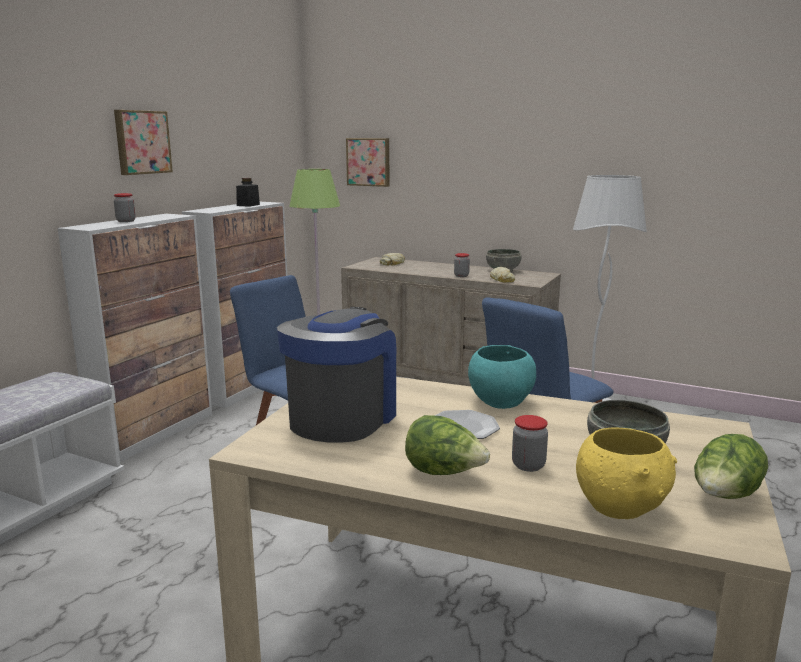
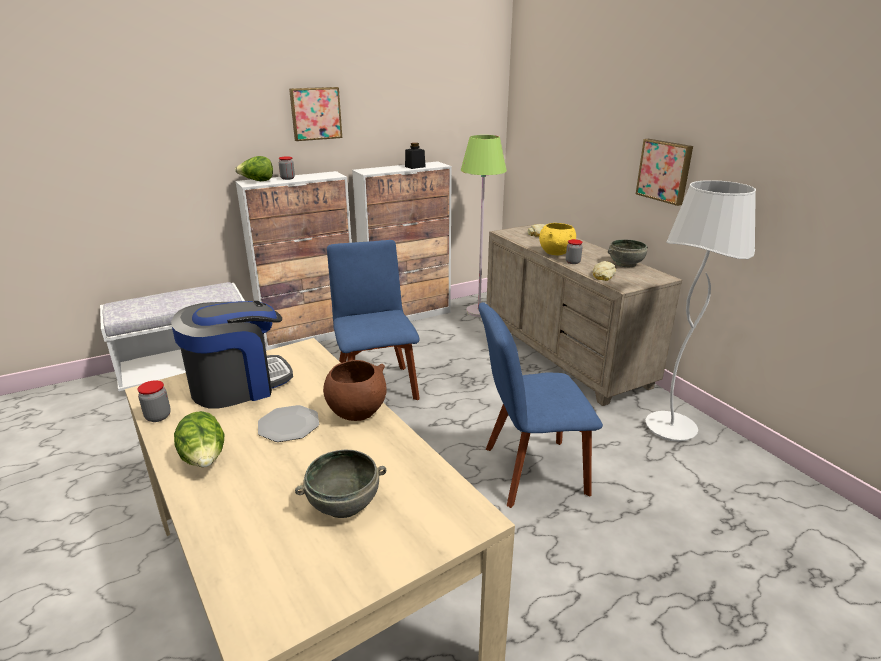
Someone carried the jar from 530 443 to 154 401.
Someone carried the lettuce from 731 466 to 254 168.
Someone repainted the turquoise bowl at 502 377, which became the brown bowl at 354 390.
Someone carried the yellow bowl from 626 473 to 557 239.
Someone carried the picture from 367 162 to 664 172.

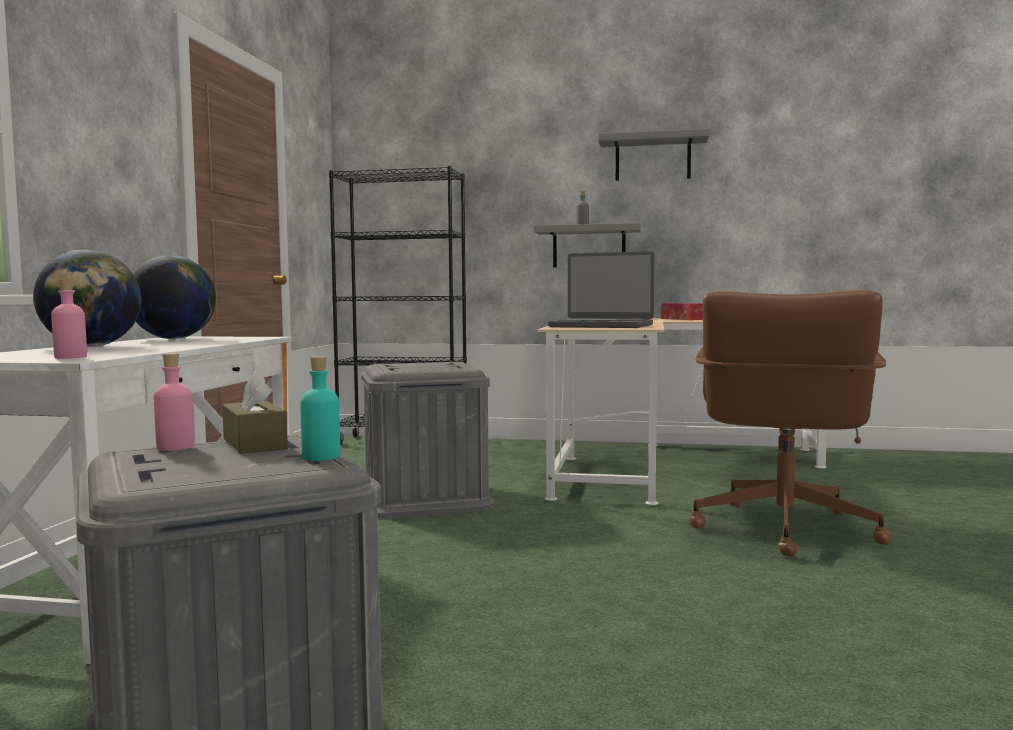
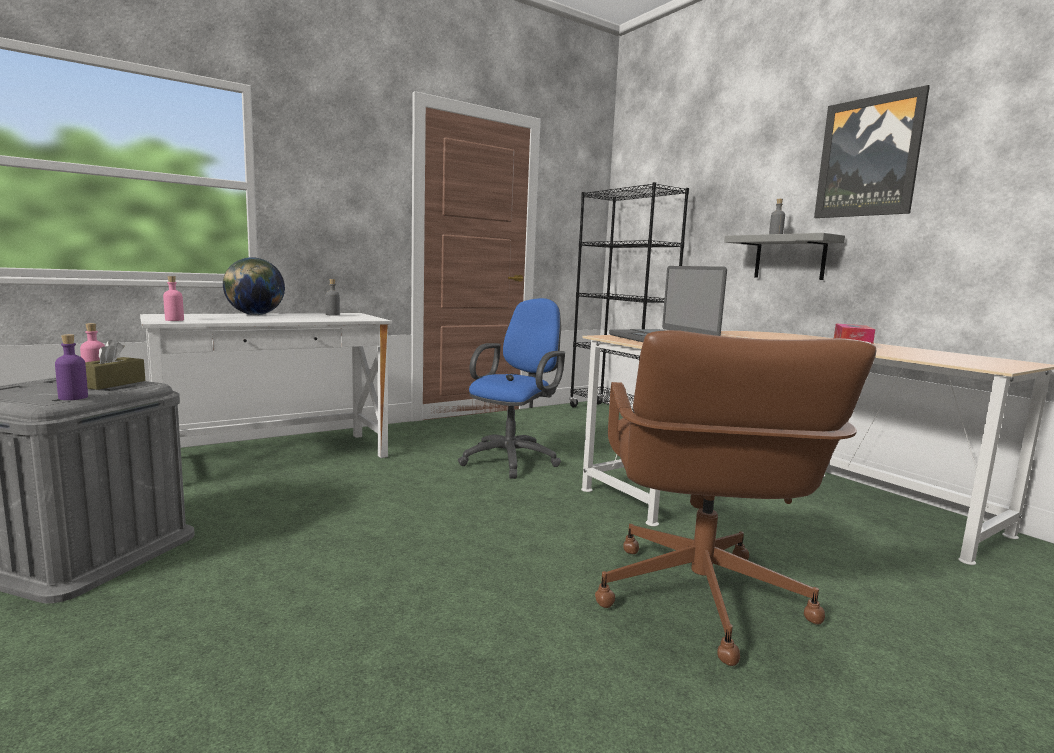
Someone repainted the turquoise bottle at 320 408, which became the purple bottle at 71 367.
Someone swapped the globe at 174 297 for the grey bottle at 332 297.
Someone swapped the grey storage box at 427 440 for the blue office chair at 511 388.
Someone rotated the brown office chair at 790 423 by 60 degrees counterclockwise.
Someone swapped the grey shelf at 653 155 for the picture at 872 151.

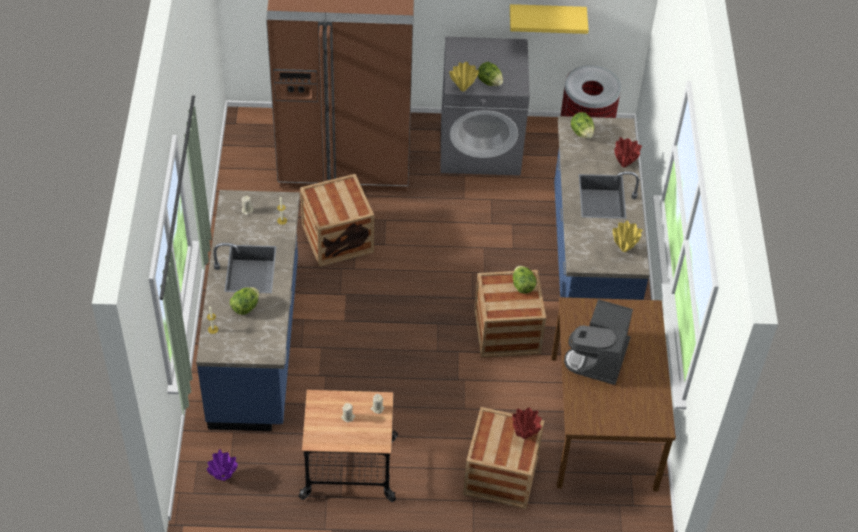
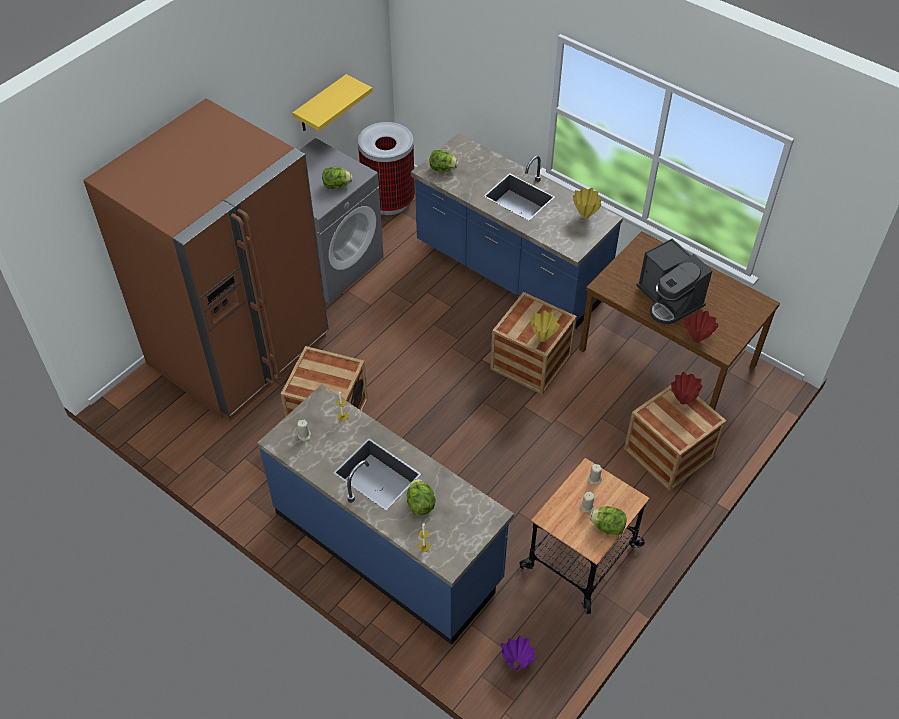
Someone carried the yellow vase from 464 76 to 545 326.
Someone carried the lettuce from 525 280 to 608 520.
Someone carried the red vase from 628 152 to 701 326.

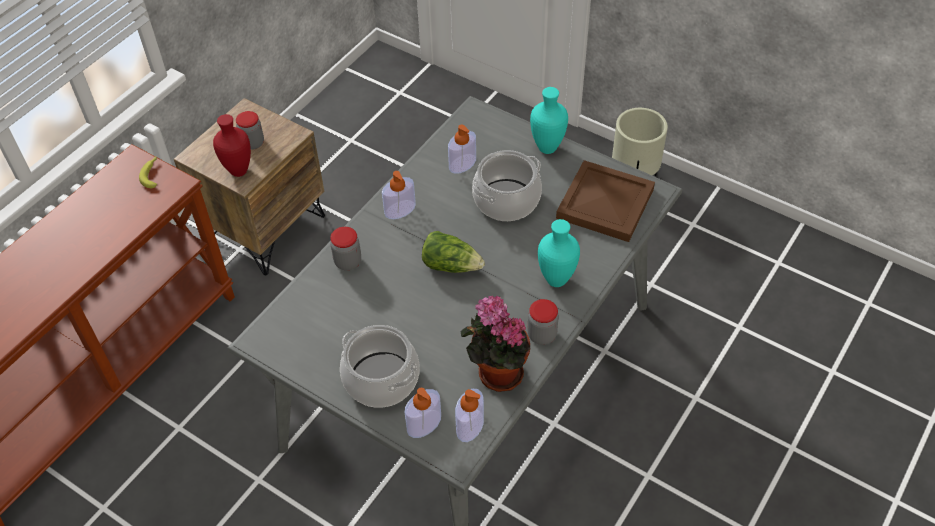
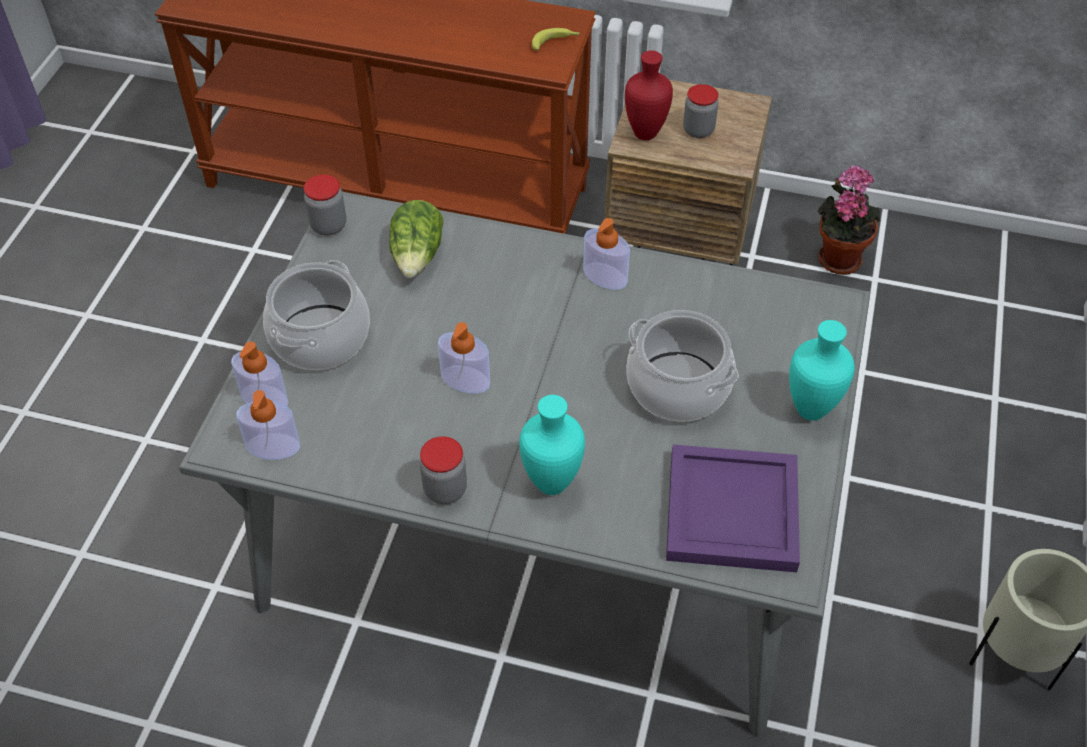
Someone carried the jar from 345 248 to 325 205.
Someone carried the lettuce from 453 252 to 416 239.
Someone carried the soap dispenser from 462 149 to 464 358.
Someone repainted the brown tray at 605 201, which became the purple tray at 733 508.
Someone carried the potted plant from 495 344 to 848 220.

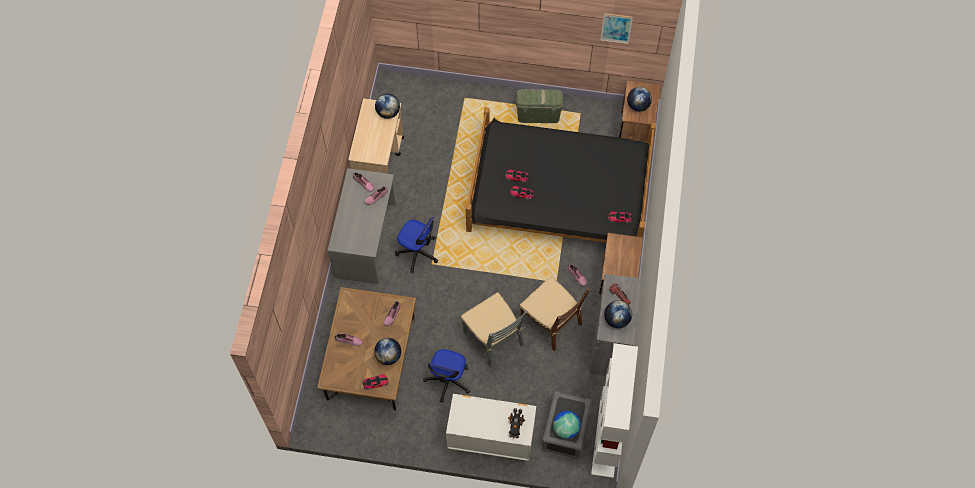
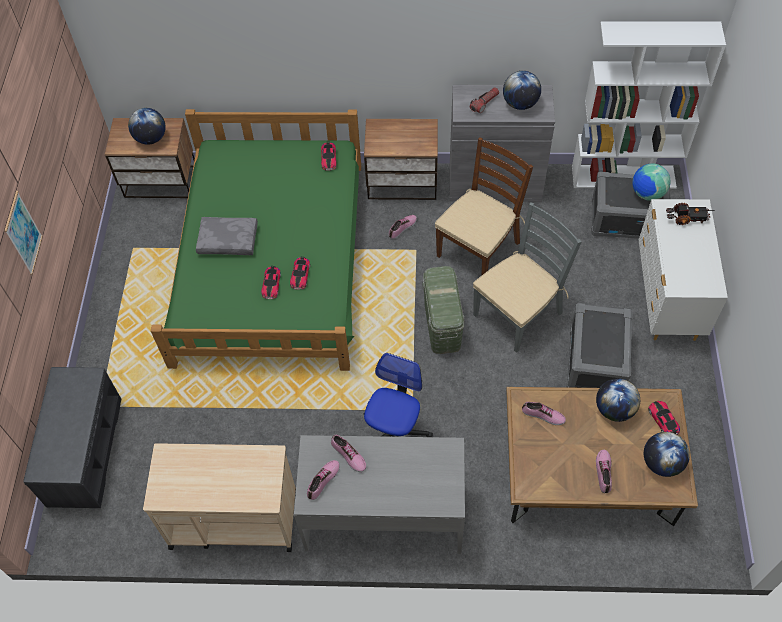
Someone carried the picture from 616 28 to 23 233.
Someone put down the grey bench at 72 437.
Someone repainted the black bed at 561 175, which became the green bed at 256 240.
Someone put down the grey pillow at 227 236.
Someone carried the green storage box from 540 106 to 443 310.
Someone swapped the office chair at 446 376 for the grey storage box at 600 345.
Someone carried the globe from 387 106 to 667 454.

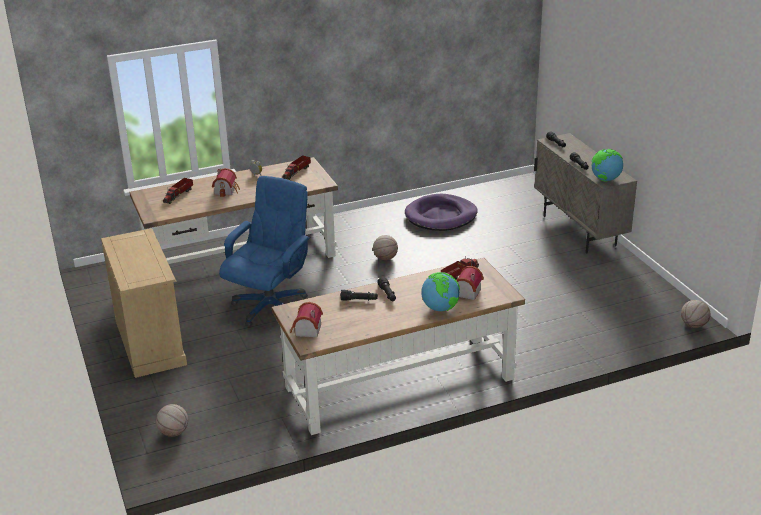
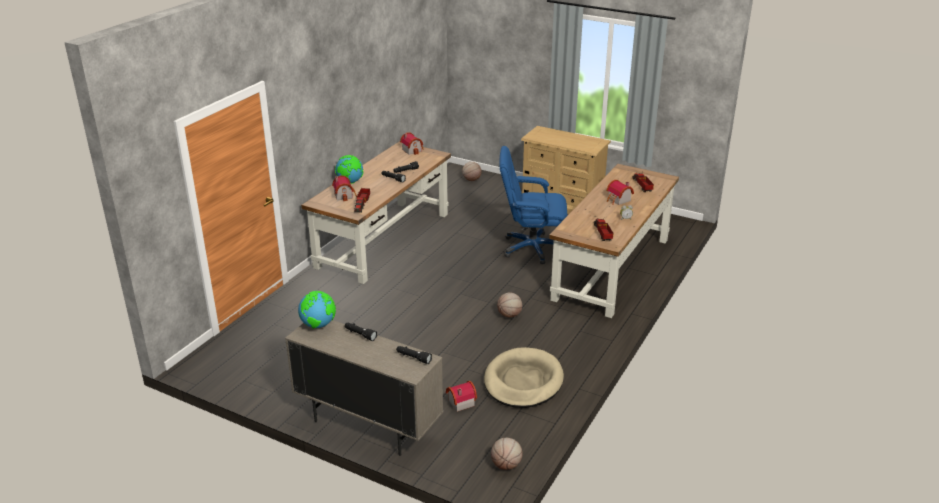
Someone put down the toy house at 461 396.
Someone repainted the purple dog bed at 441 212, which became the beige dog bed at 524 377.
Someone carried the basketball from 695 314 to 507 454.
Someone rotated the blue office chair at 264 251 by 105 degrees clockwise.

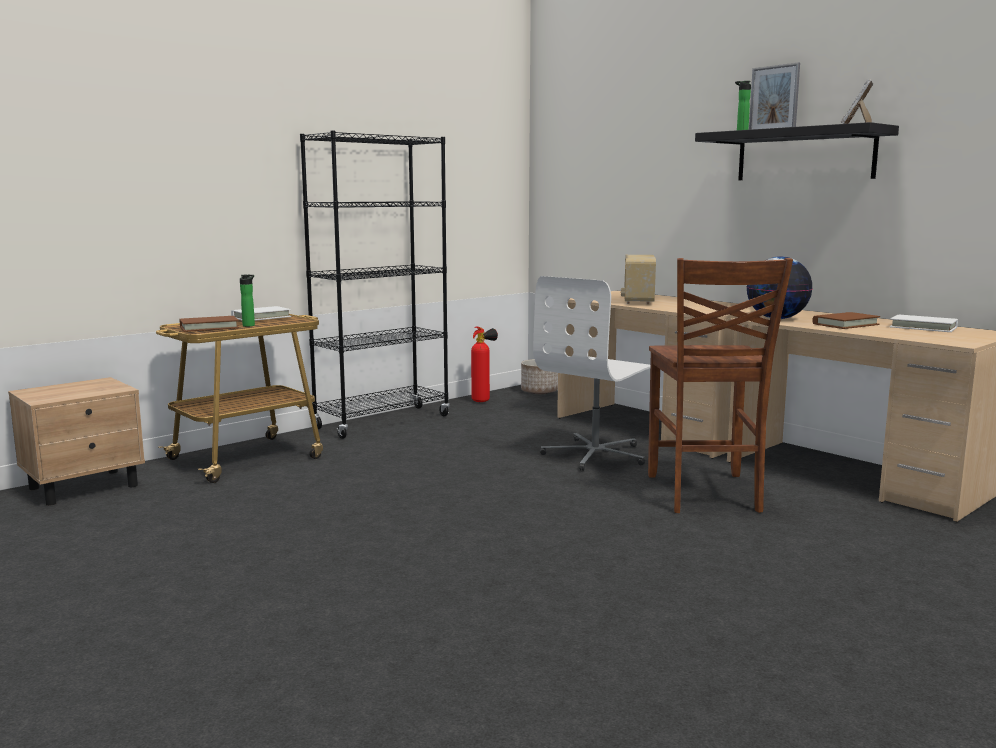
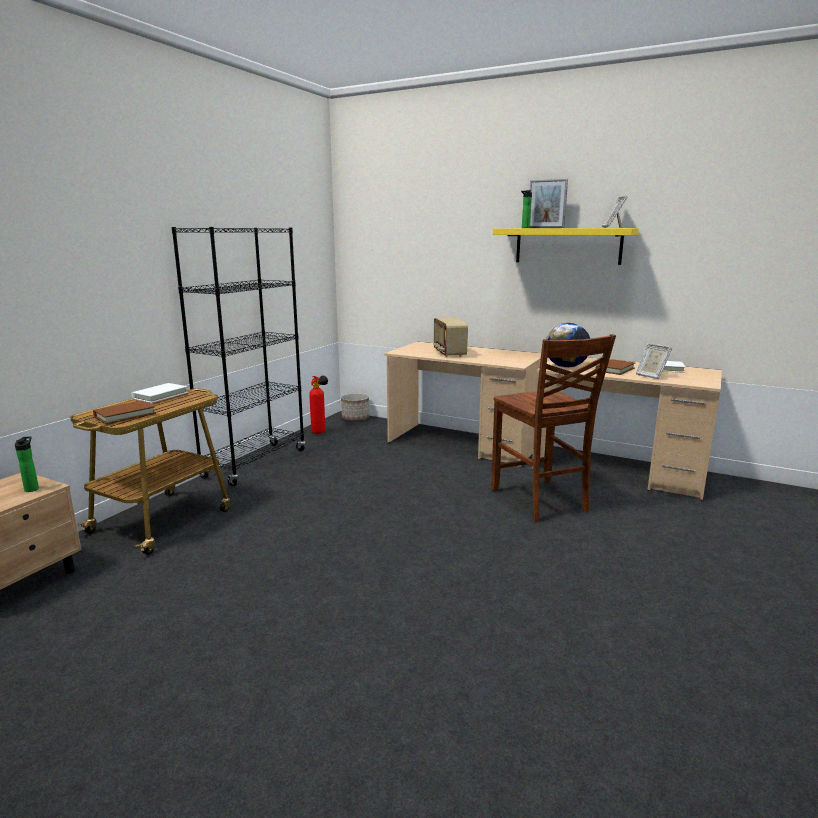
Someone carried the bottle from 247 301 to 27 464.
Someone repainted the black shelf at 797 151, which became the yellow shelf at 566 246.
Someone put down the picture frame at 654 361.
Someone took away the white office chair at 591 373.

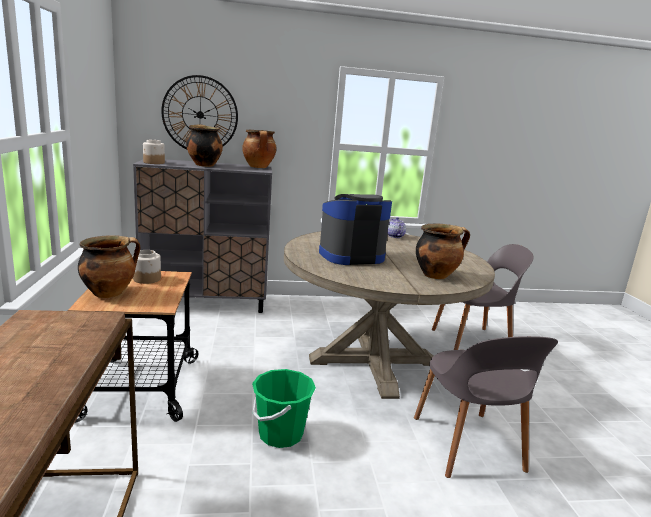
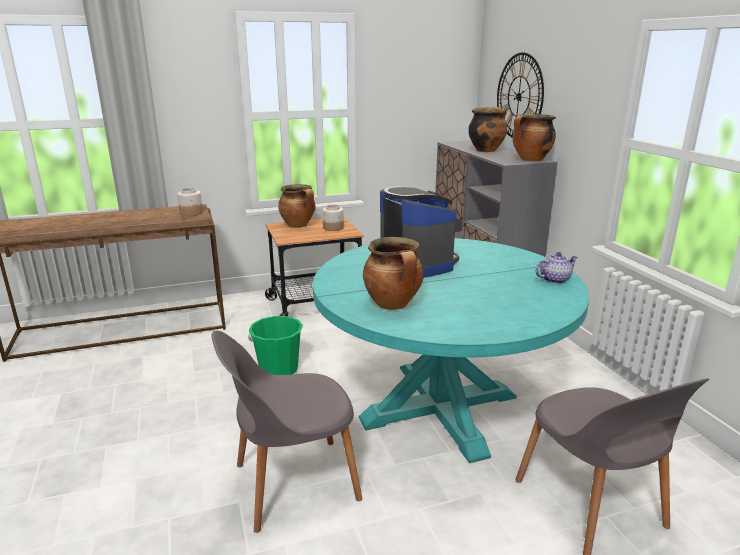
Someone carried the jar from 154 152 to 190 202.
Someone repainted the beige dining table at 389 315, which became the turquoise dining table at 451 350.

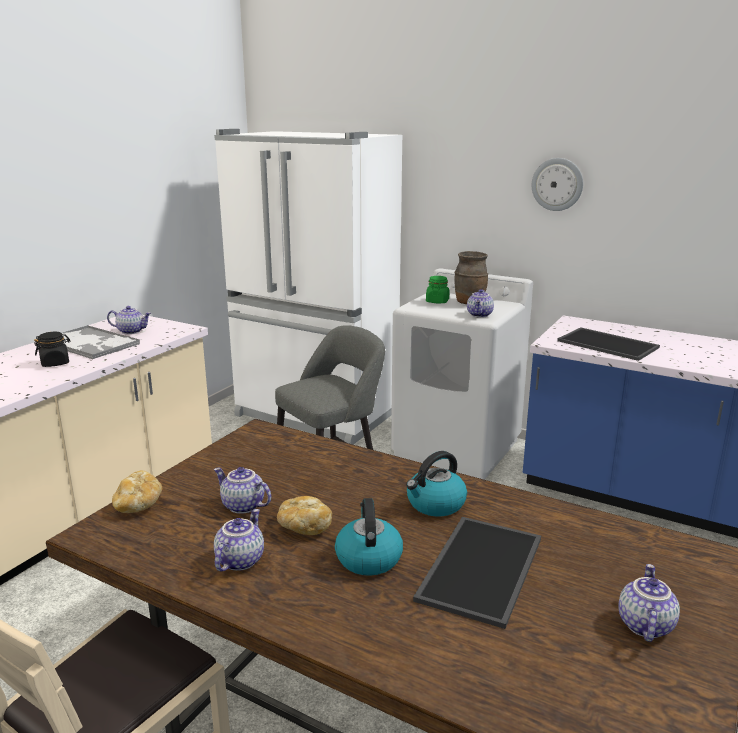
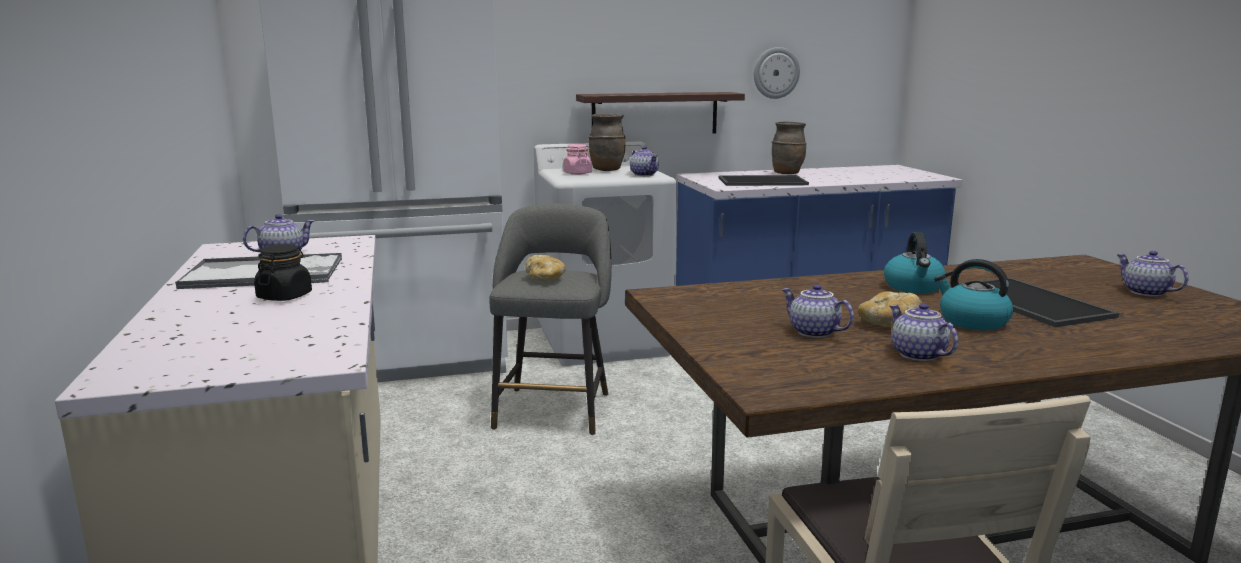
Someone carried the bread from 137 491 to 545 268.
Someone repainted the green jar at 437 289, which became the pink jar at 577 159.
Someone put up the shelf at 660 112.
Someone carried the wall clock from 557 184 to 777 73.
Someone put down the brown vase at 789 147.
Someone rotated the teapot at 242 490 by 60 degrees clockwise.

